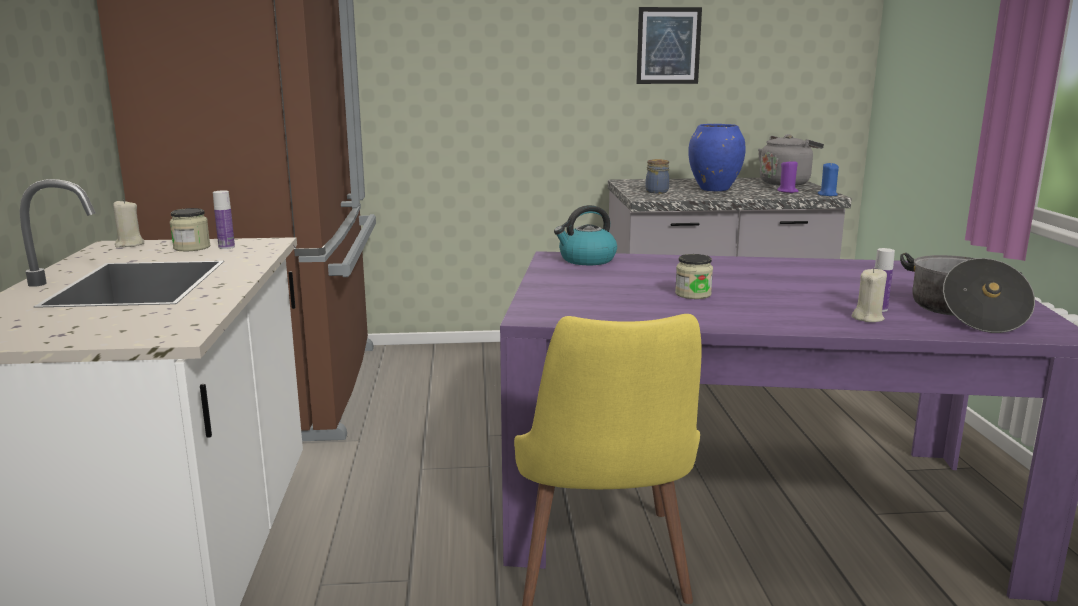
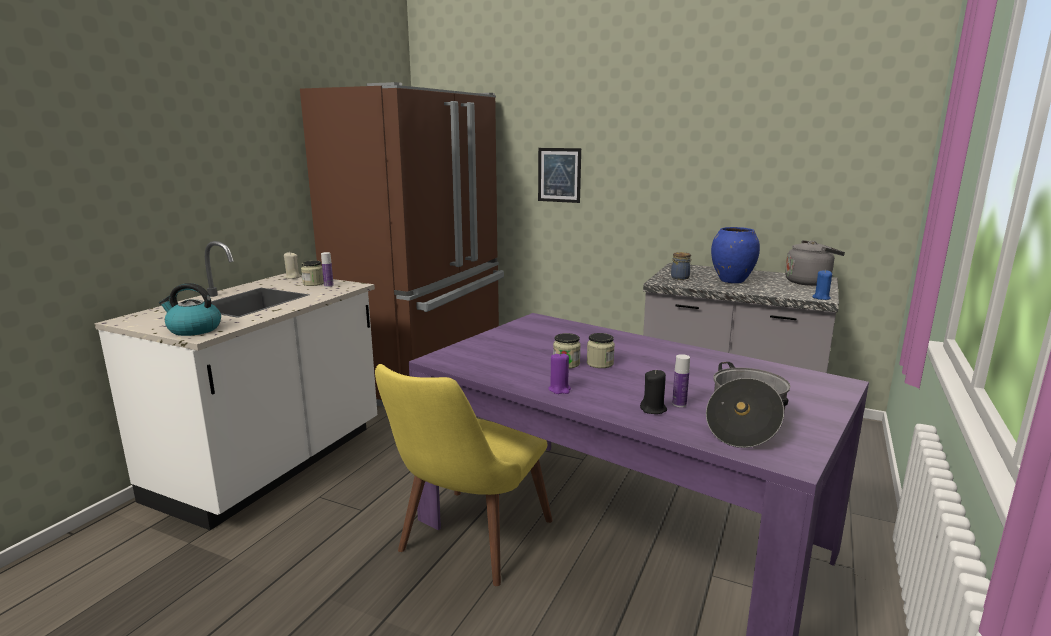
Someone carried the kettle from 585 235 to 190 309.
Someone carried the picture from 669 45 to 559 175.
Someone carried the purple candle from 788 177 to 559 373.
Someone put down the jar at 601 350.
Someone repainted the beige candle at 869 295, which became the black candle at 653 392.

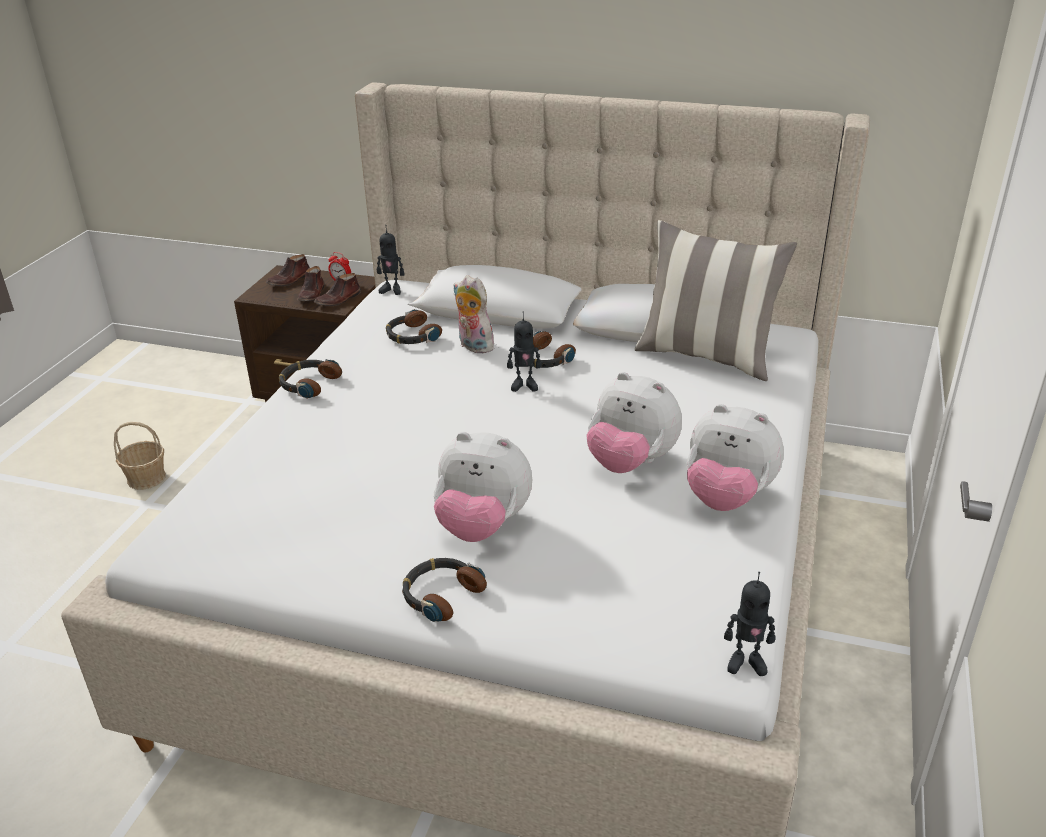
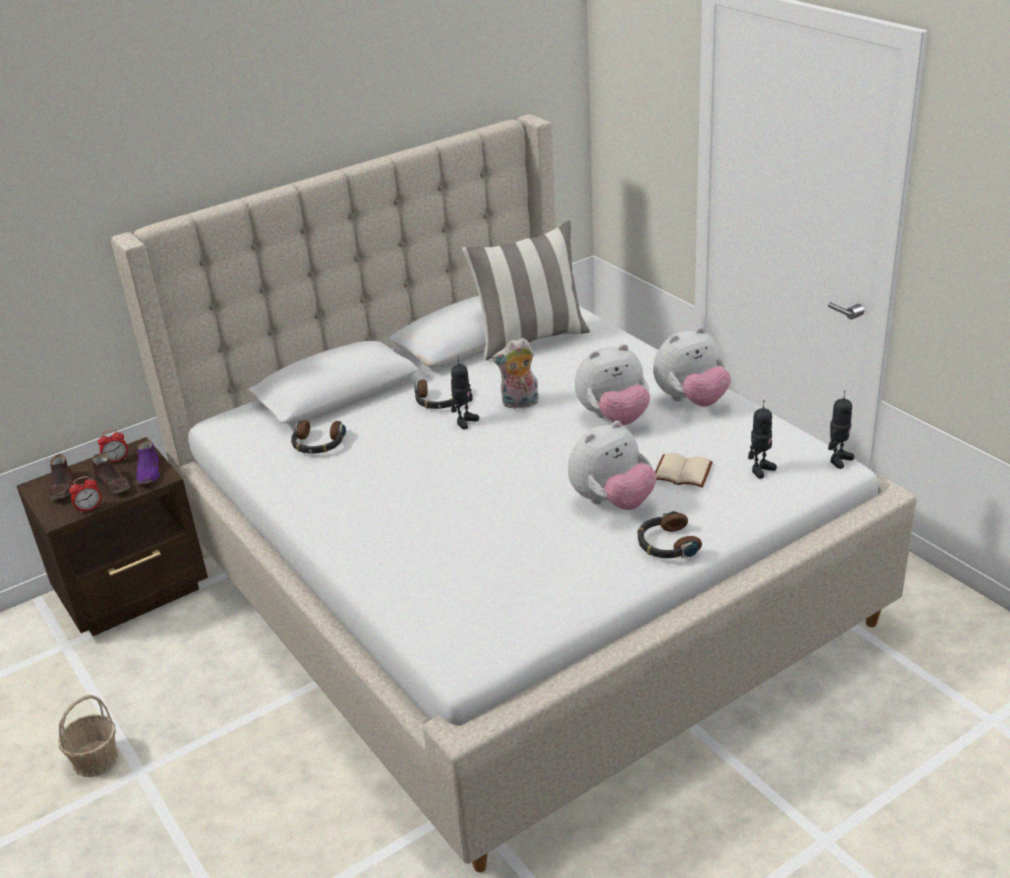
Someone put down the alarm clock at 85 494.
Someone repainted the brown shoe at 337 289, which became the purple shoe at 148 461.
Someone carried the plush toy from 473 314 to 515 373.
Someone put down the beige book at 684 470.
Someone carried the toy robot from 391 260 to 762 439.
Someone took away the headphones at 310 379.

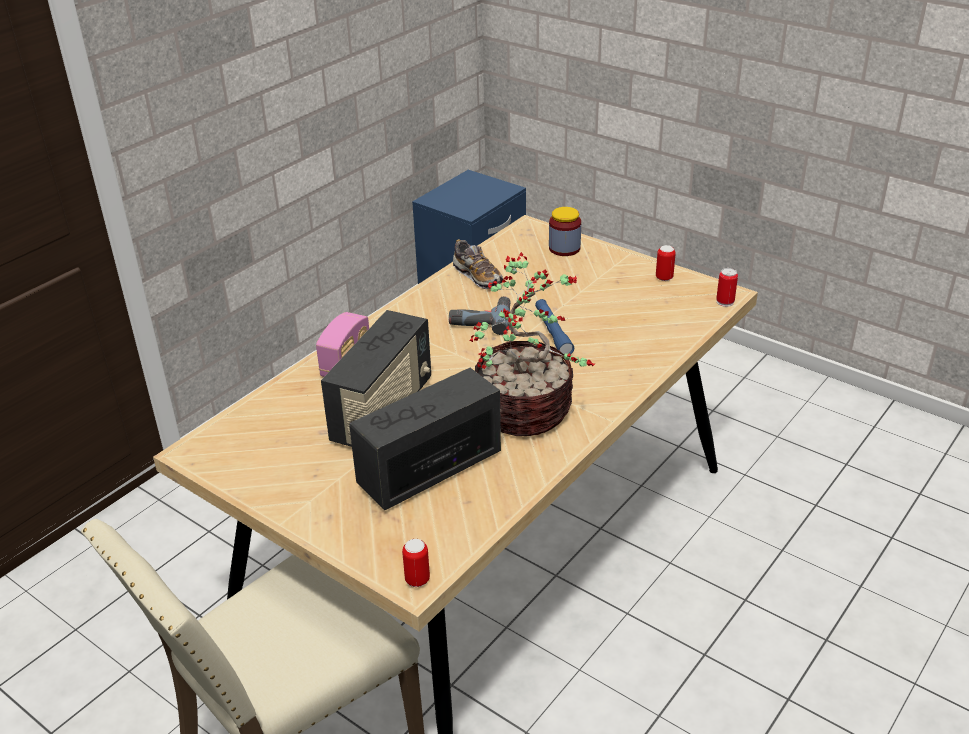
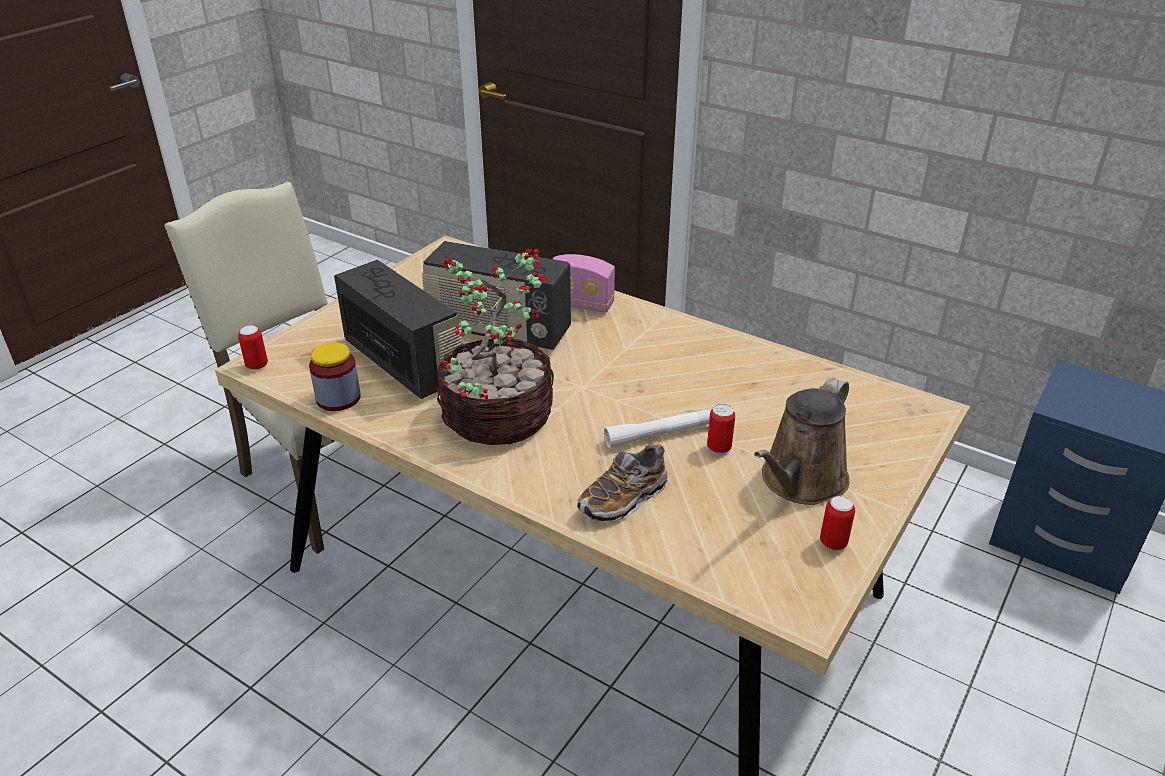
Someone carried the jar from 565 231 to 335 376.
Someone carried the shoe from 478 264 to 622 483.
Someone repainted the blue flashlight at 554 327, which became the white flashlight at 657 428.
Someone carried the can from 727 287 to 721 430.
Someone put down the brown watering can at 802 441.
Someone took away the power drill at 480 315.

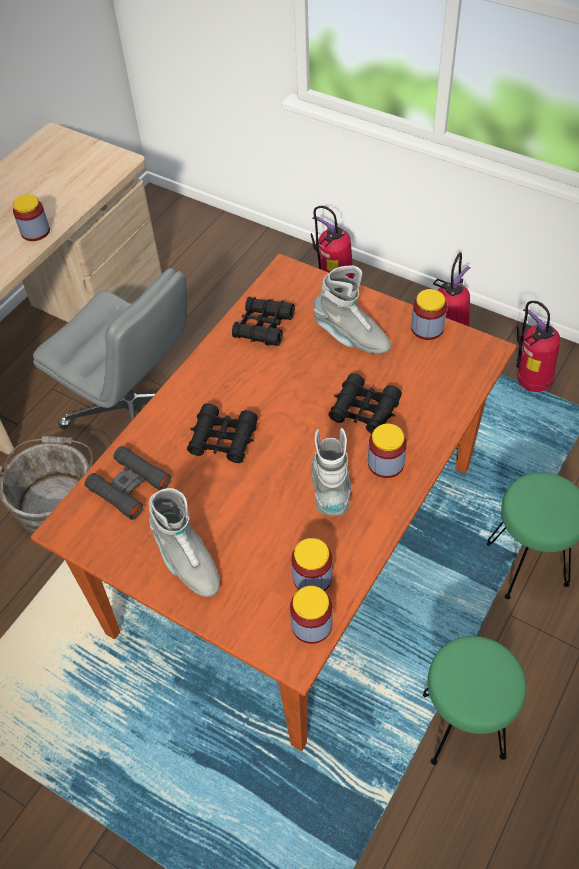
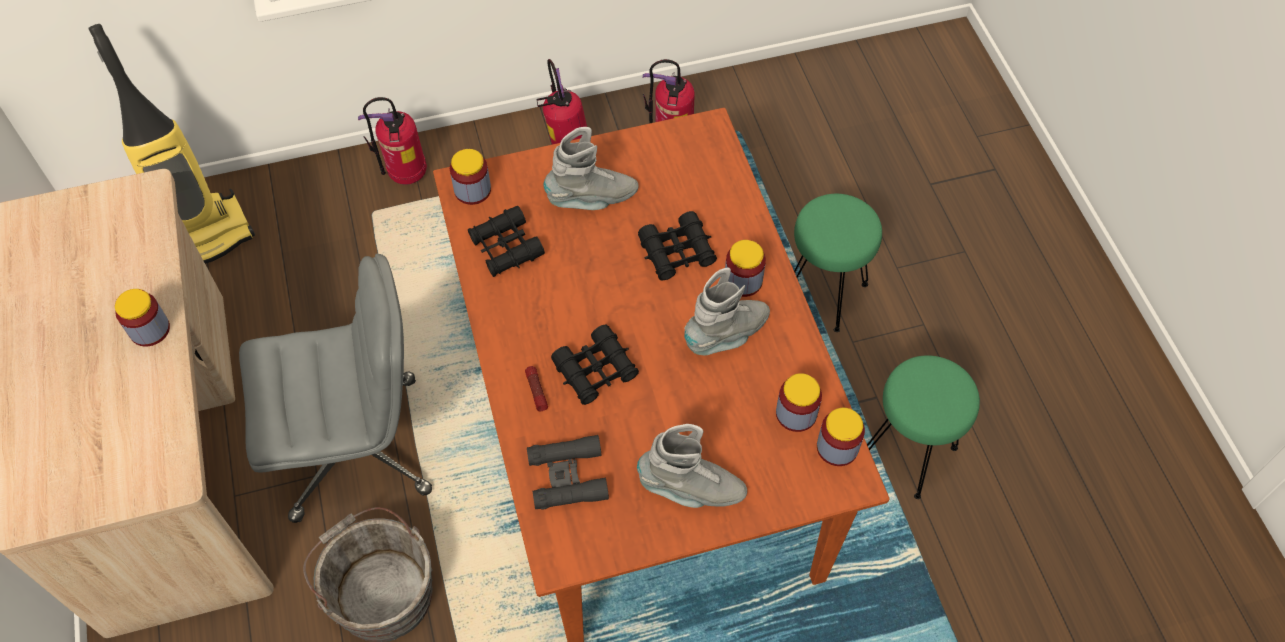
Someone put down the vacuum cleaner at 171 144.
Someone carried the jar from 429 314 to 470 177.
Someone put down the flashlight at 536 388.
Someone rotated the grey boot at 331 472 by 105 degrees clockwise.

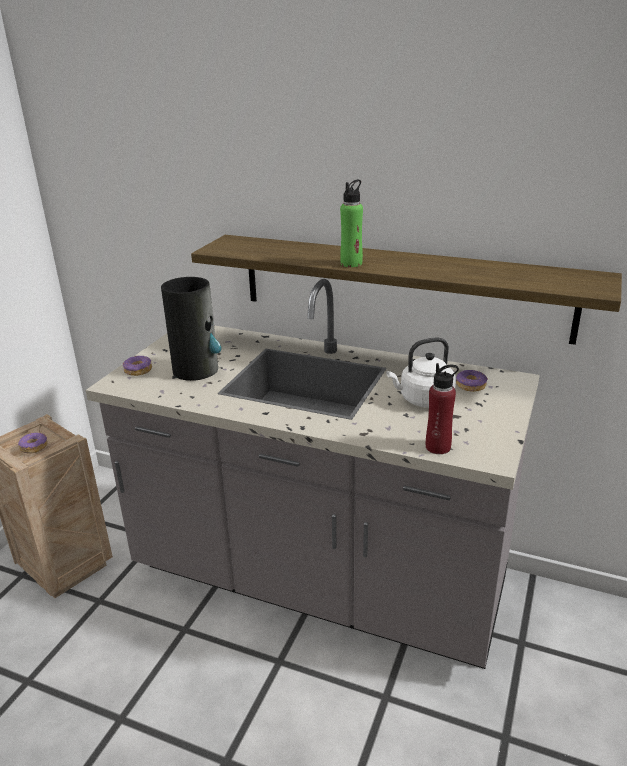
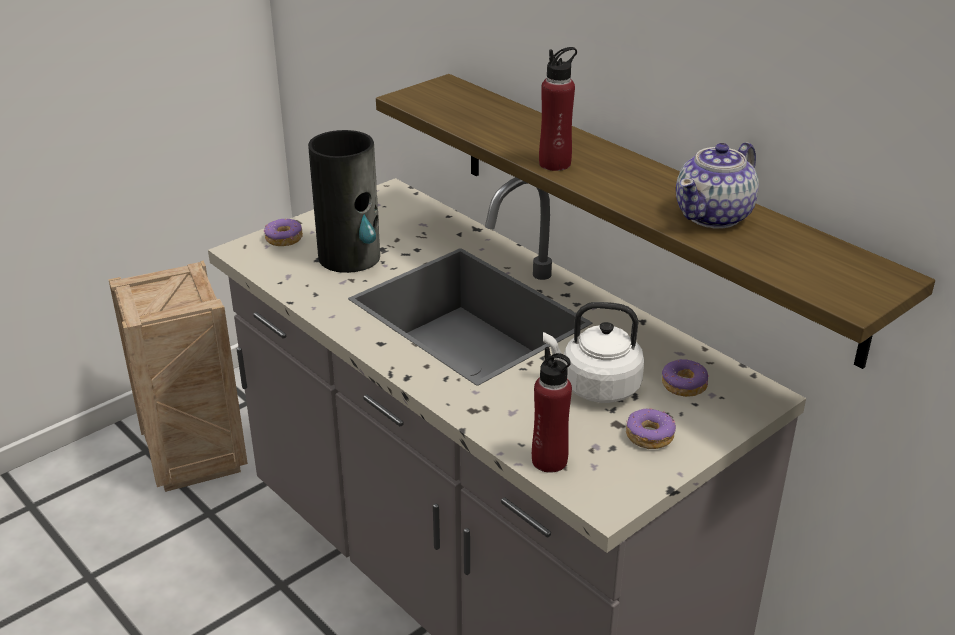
Someone repainted the green bottle at 351 223, which became the red bottle at 558 109.
Someone carried the donut from 33 443 to 651 428.
Someone put down the teapot at 717 185.

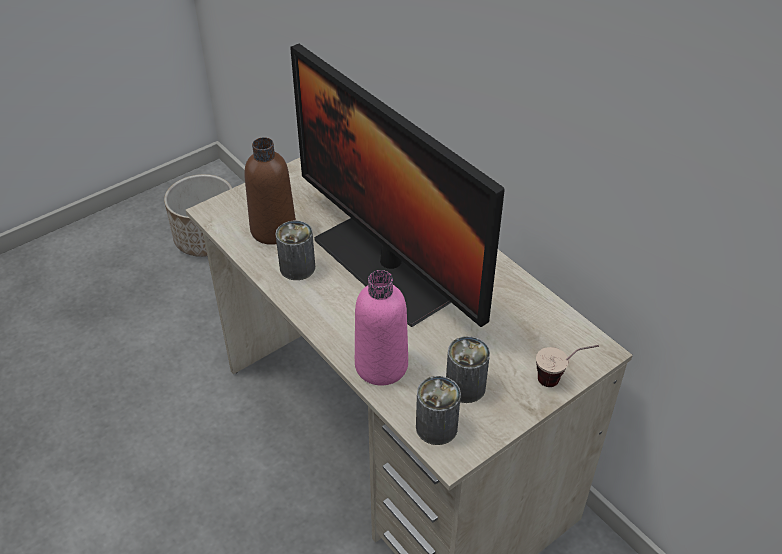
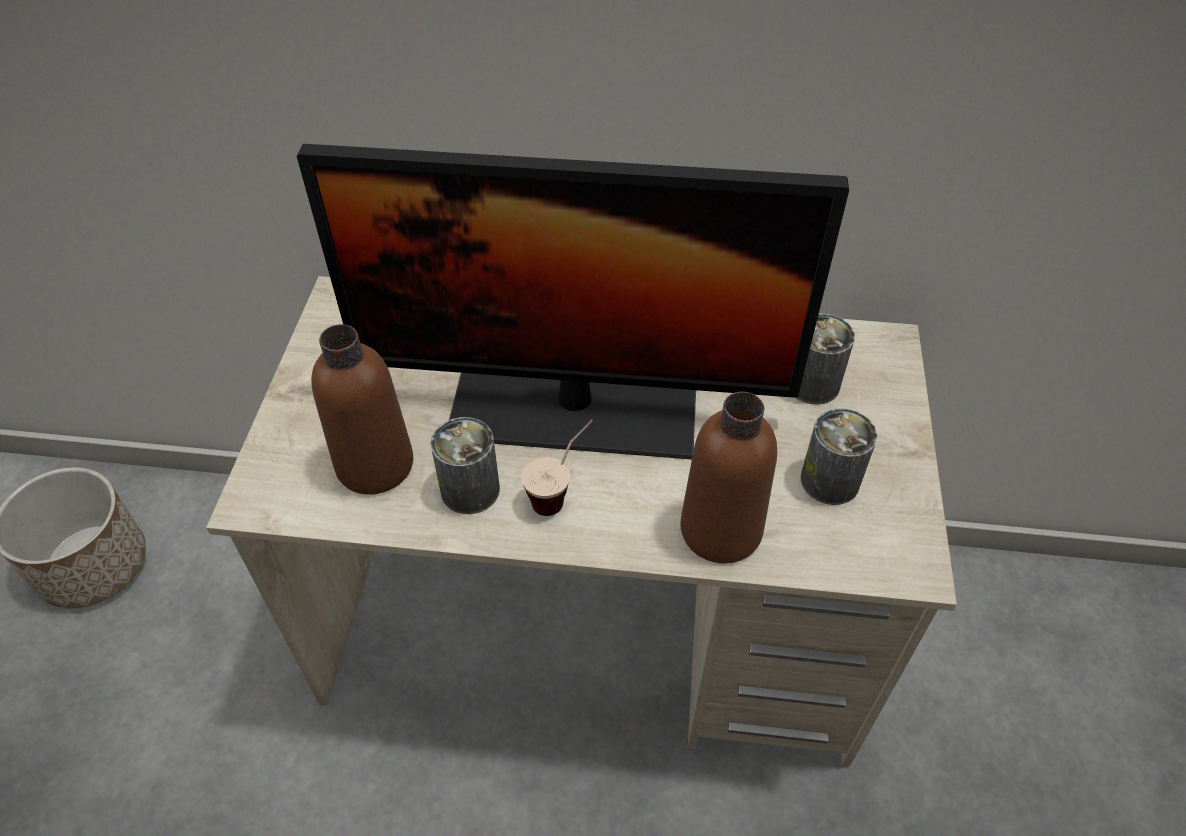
Someone carried the cup from 567 366 to 557 468.
Someone repainted the pink bottle at 381 327, which became the brown bottle at 728 478.
Someone carried the can from 438 410 to 825 359.

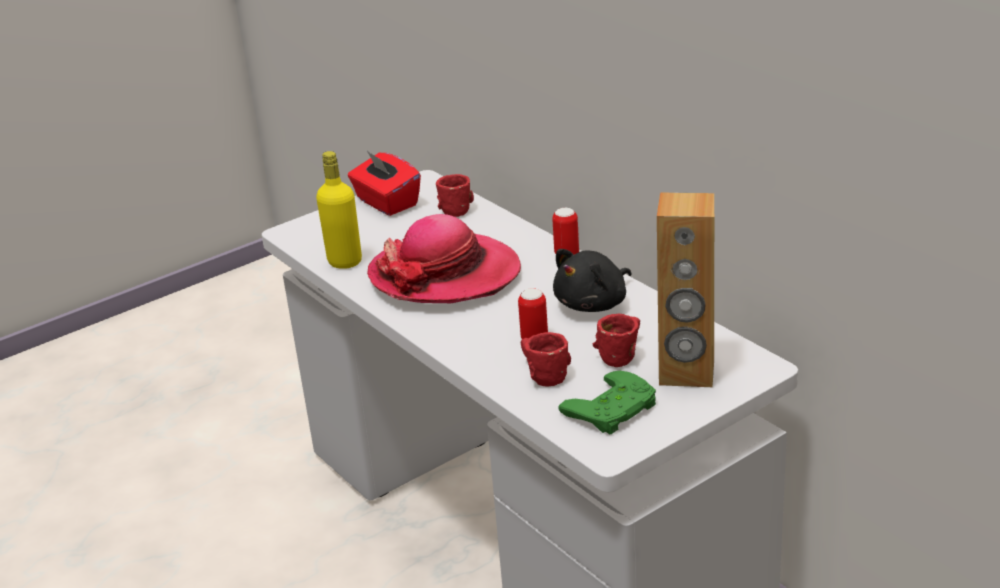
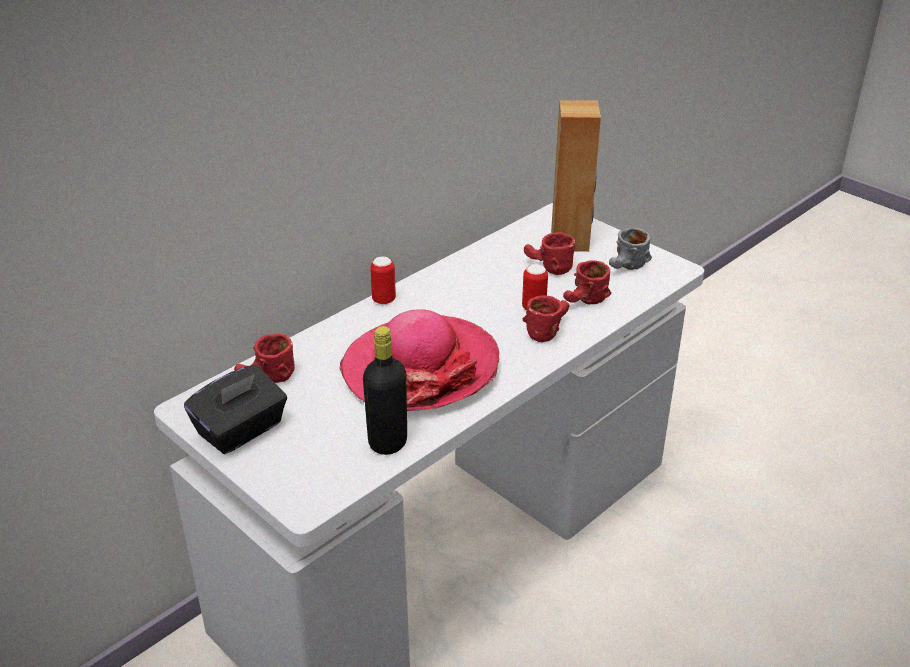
Someone repainted the red tissue box at 384 183, which became the black tissue box at 235 409.
Someone repainted the yellow bottle at 339 210, which became the black bottle at 385 390.
Someone put down the red mug at 546 318.
Someone swapped the green game controller at 607 403 for the grey mug at 630 249.
Someone took away the black plush toy at 592 280.

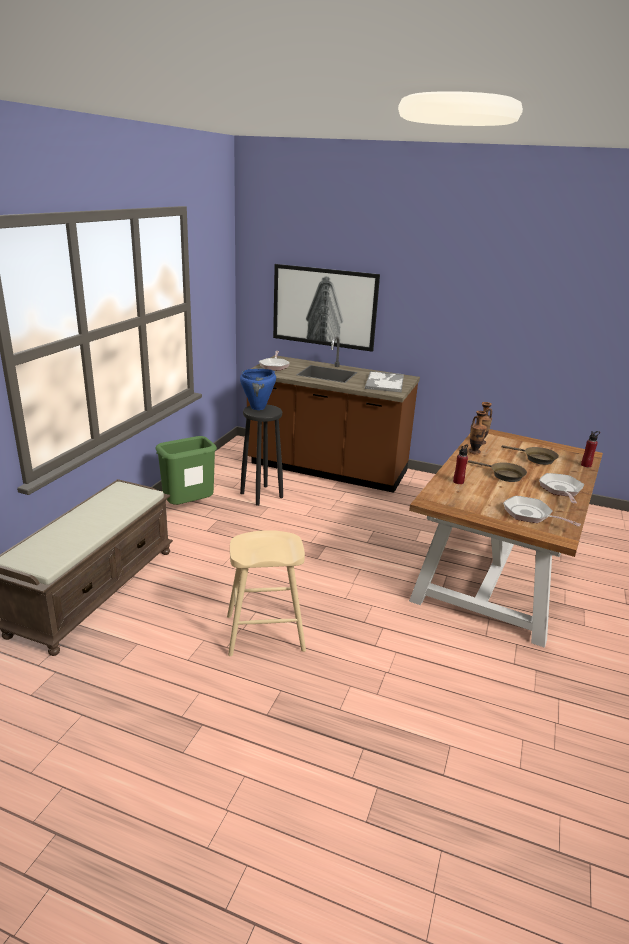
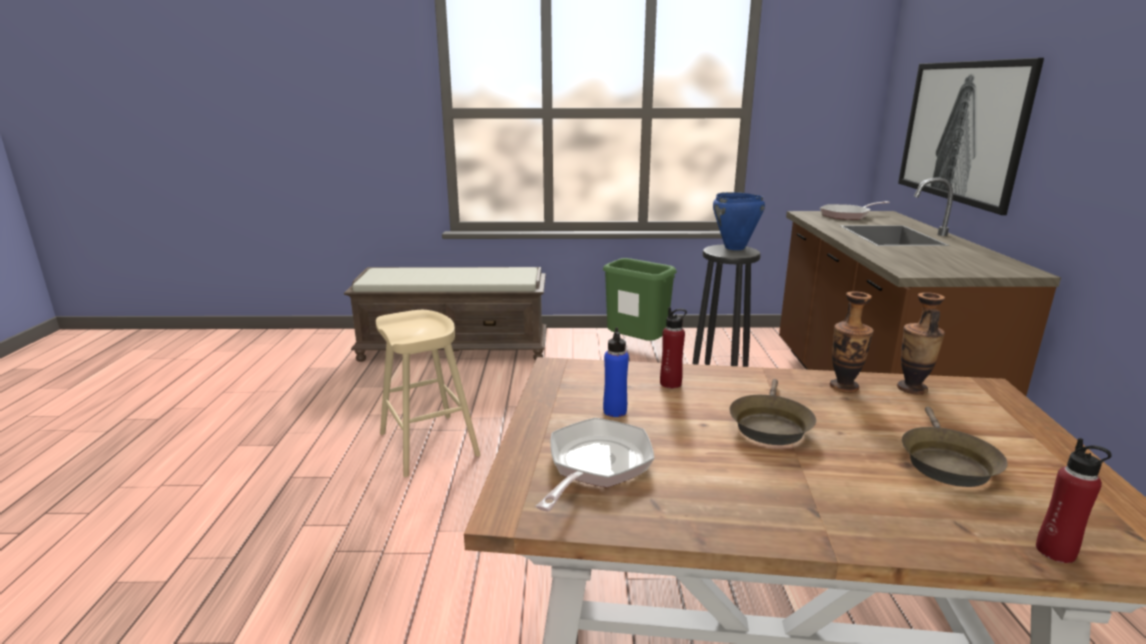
Someone put down the blue bottle at 616 372.
Someone took away the tray at 384 381.
Someone took away the frying pan at 561 488.

